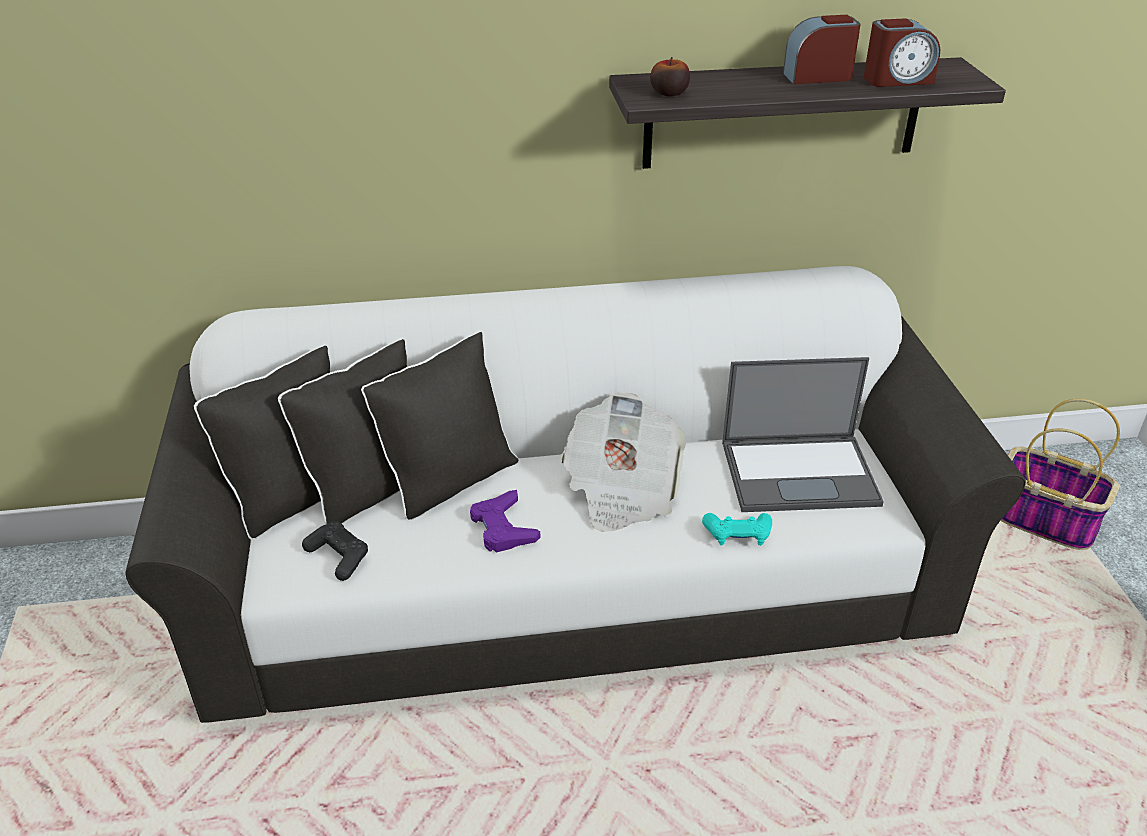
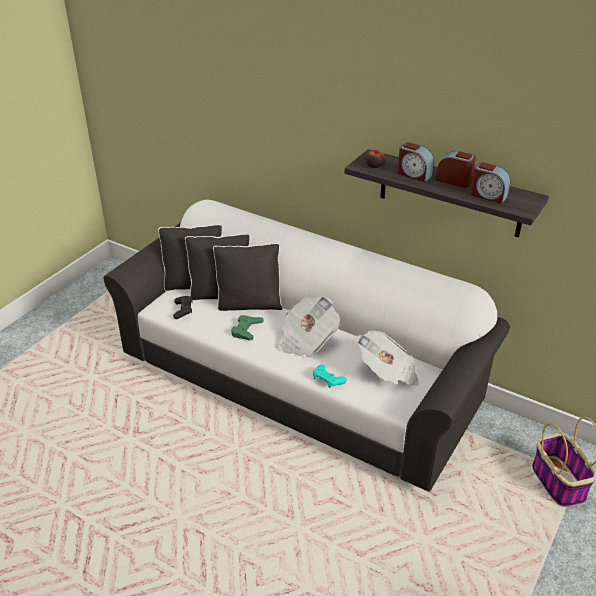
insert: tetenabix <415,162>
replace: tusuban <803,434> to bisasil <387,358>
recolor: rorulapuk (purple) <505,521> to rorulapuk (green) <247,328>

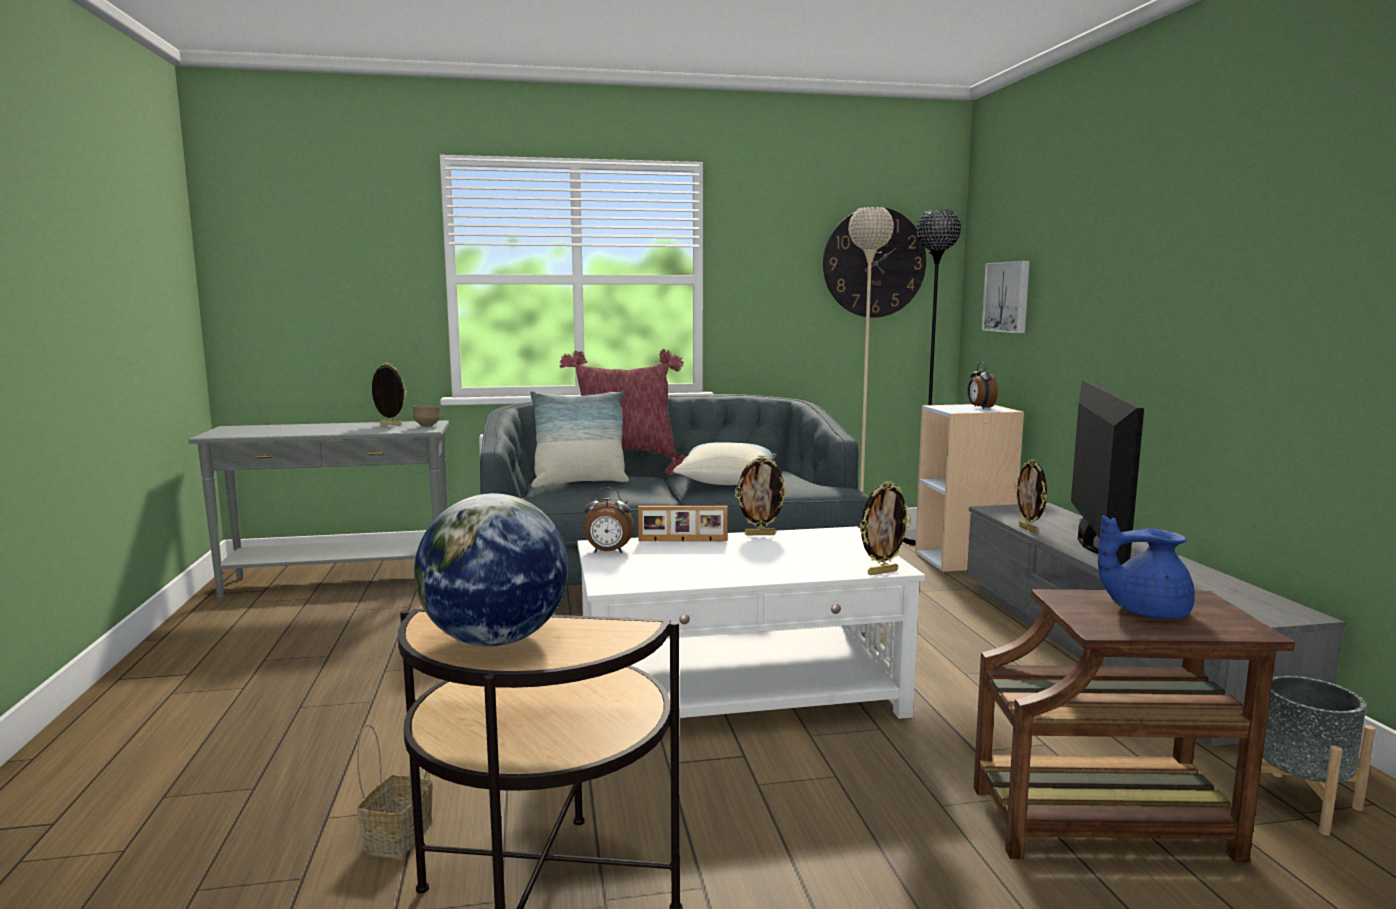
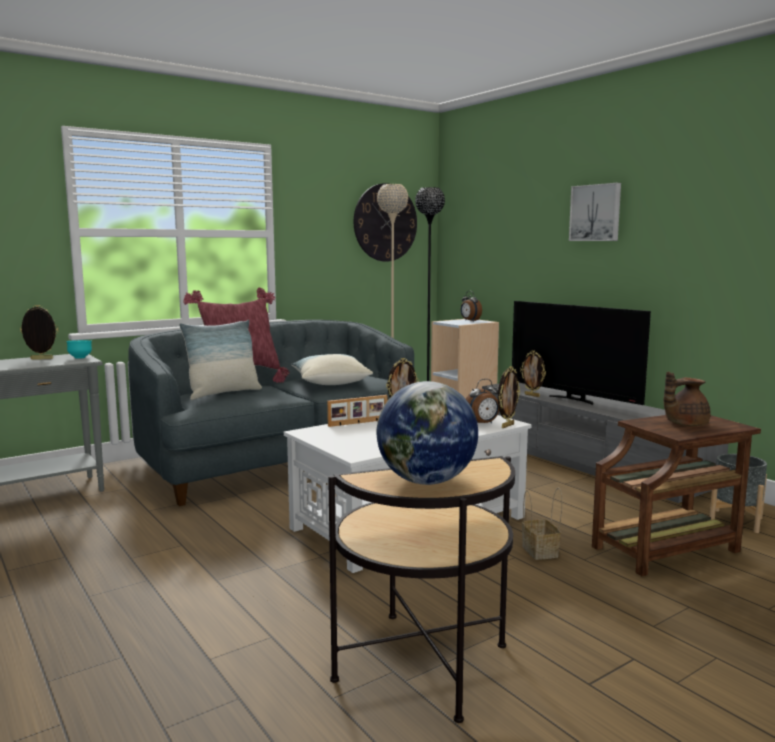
move: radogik <395,790> to <542,523>; tetenabix <609,520> to <482,401>; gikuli <1006,297> to <595,212>
recolor: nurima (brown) <426,416> to nurima (turquoise) <79,349>; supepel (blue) <1146,567> to supepel (brown) <687,399>
rotate: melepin <1107,472> = <581,353> 150 degrees clockwise

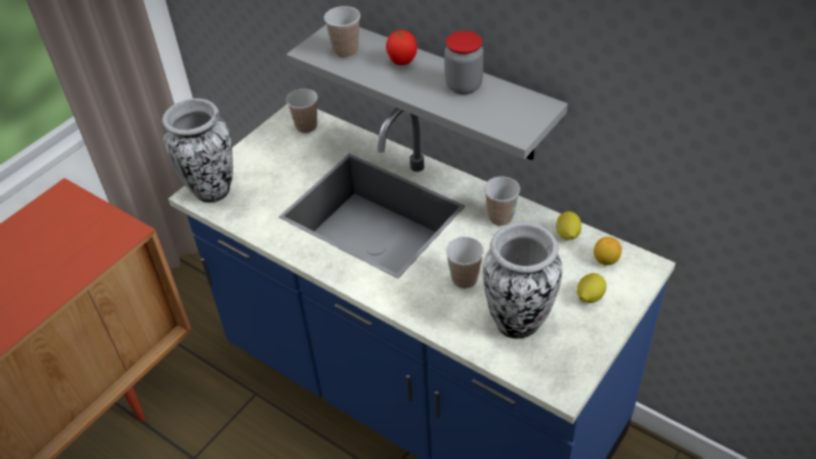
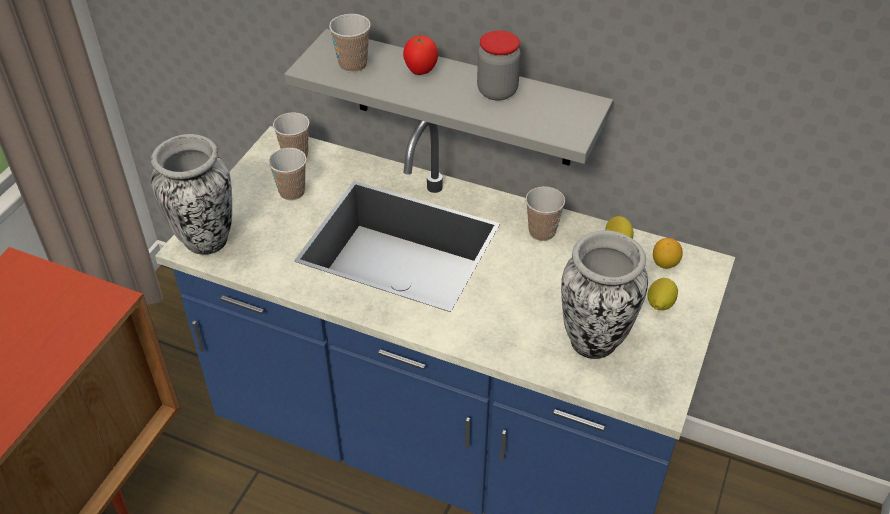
move: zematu <465,262> to <287,174>

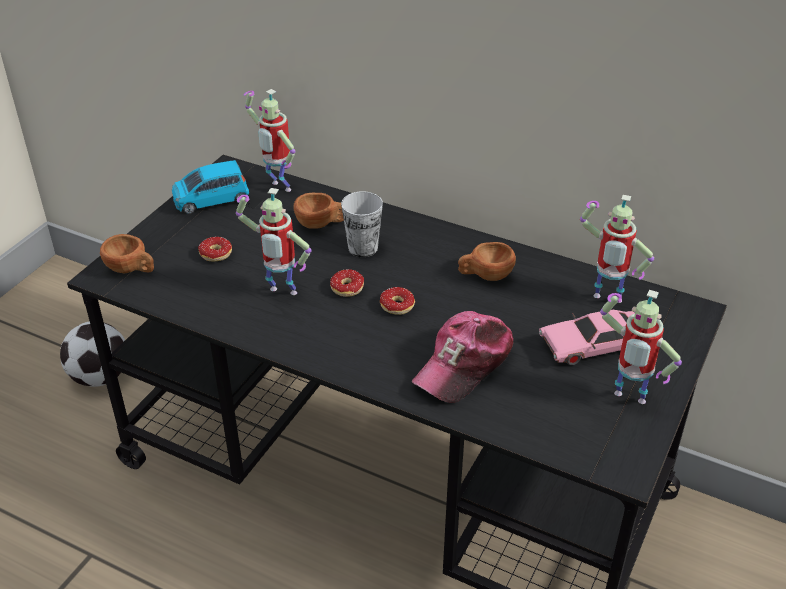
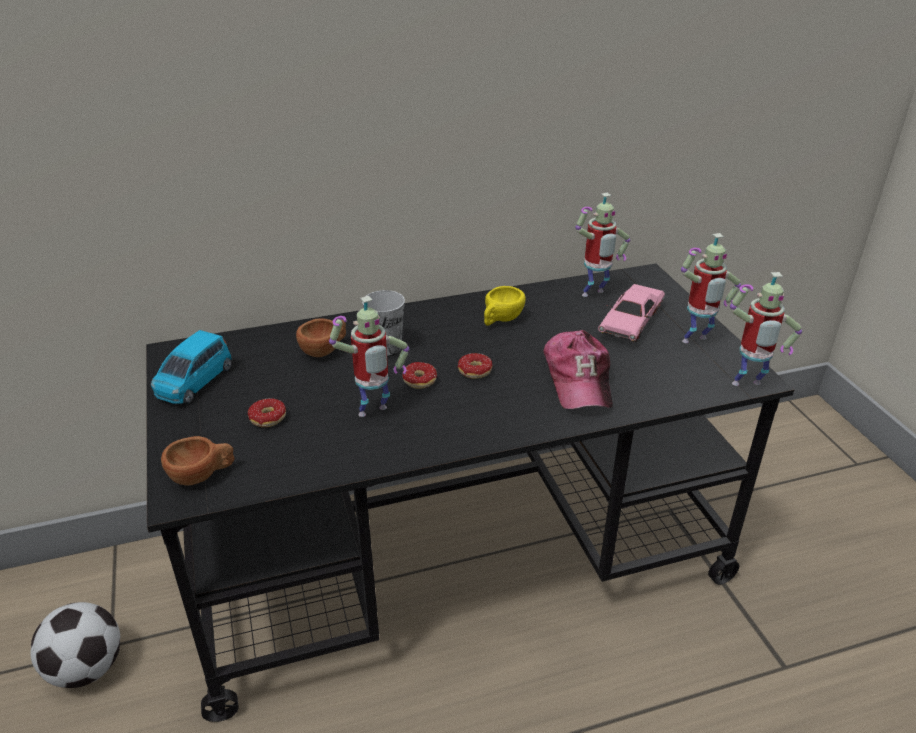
move: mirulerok <270,140> to <766,329>
recolor: zematu (brown) <487,261> to zematu (yellow) <505,306>

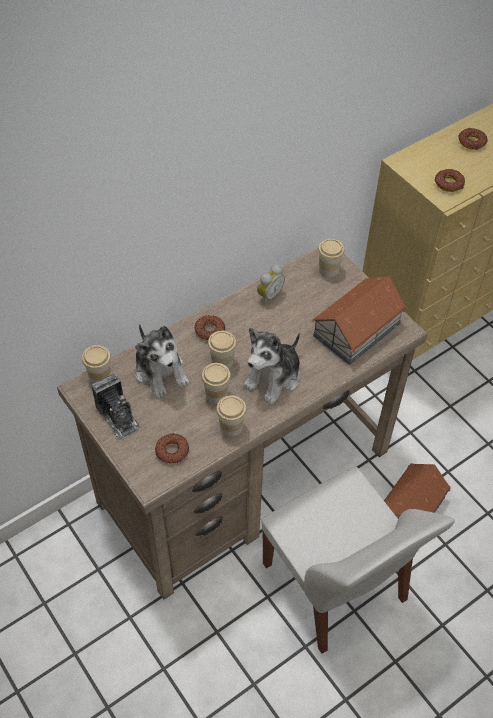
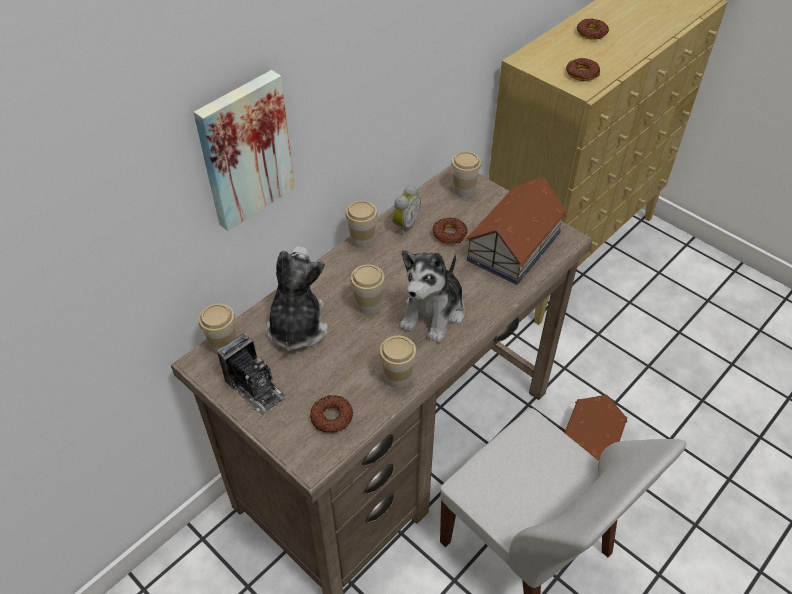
insert: gikuli <244,150>
move: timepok <209,327> to <450,231>; zematu <216,383> to <361,224>
rotate: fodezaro <162,361> = <297,298> 135 degrees counterclockwise

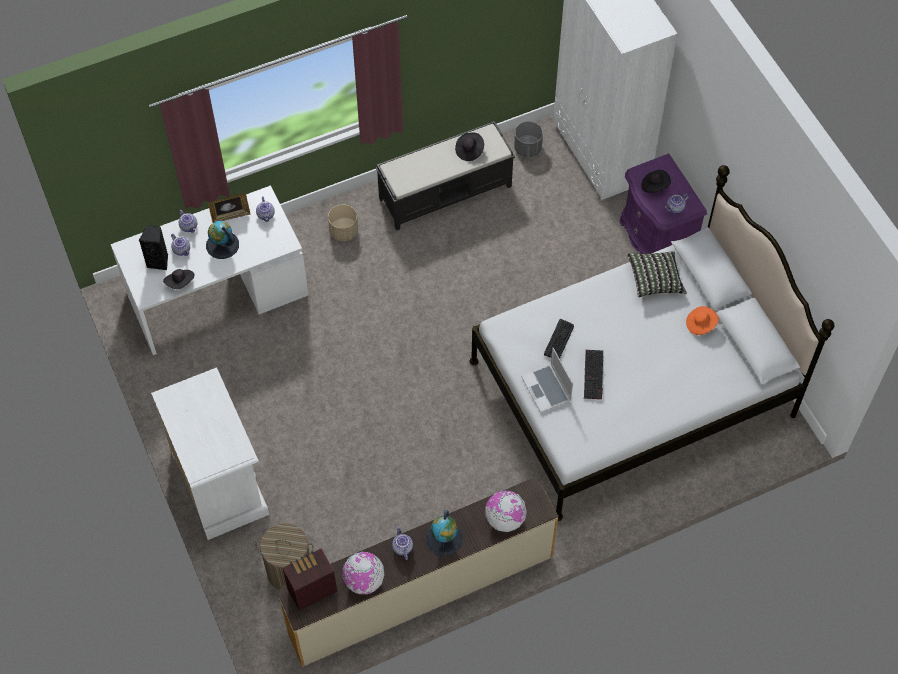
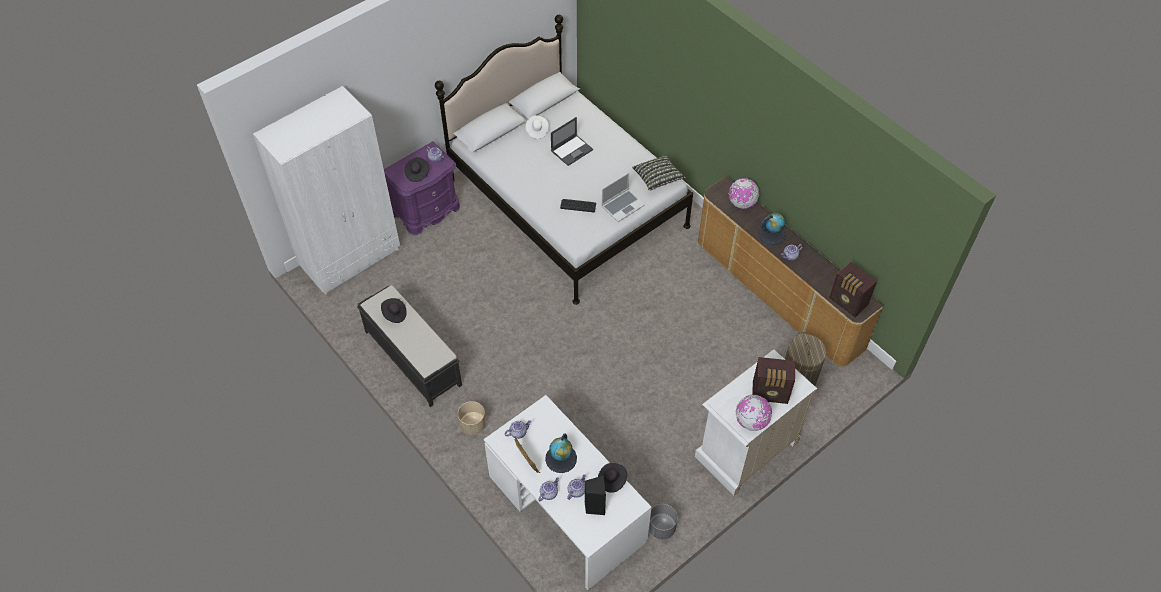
delete: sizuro <594,375>
insert: tusuban <572,141>; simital <773,380>
move: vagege <363,573> to <754,413>; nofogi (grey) <528,139> to <663,521>; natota <656,274> to <659,173>
recolor: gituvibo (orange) <702,320> to gituvibo (white) <537,127>

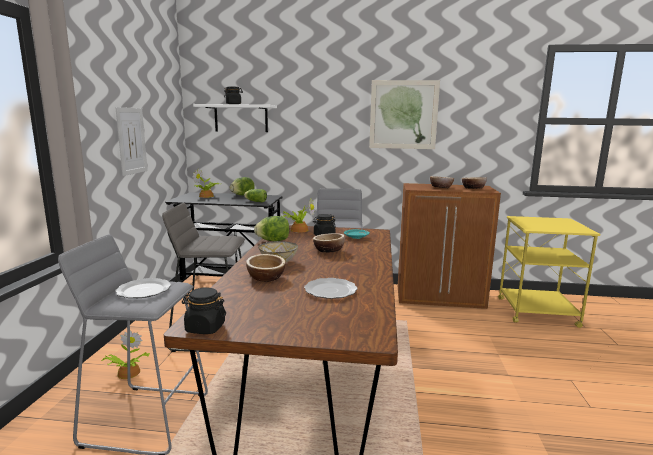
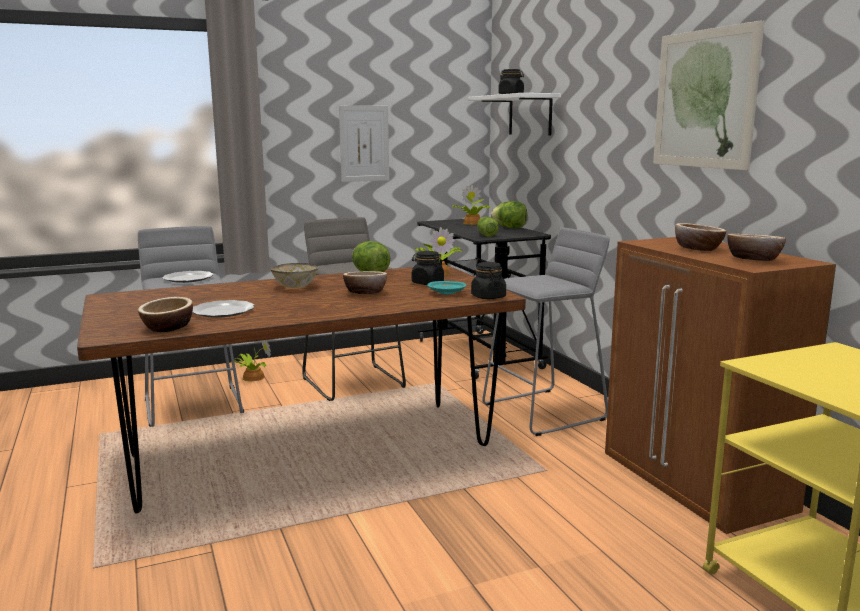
move: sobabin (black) <204,310> to <488,280>; nurima <266,268> to <165,314>

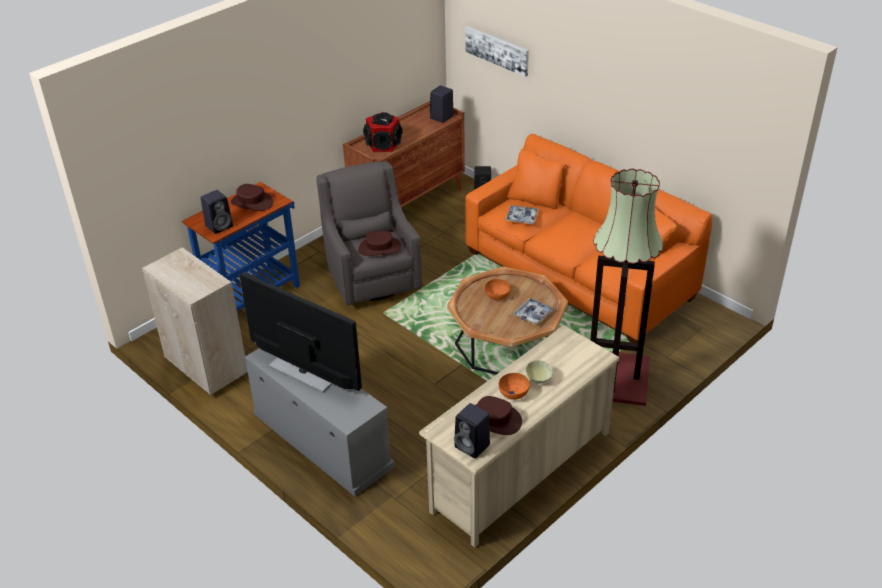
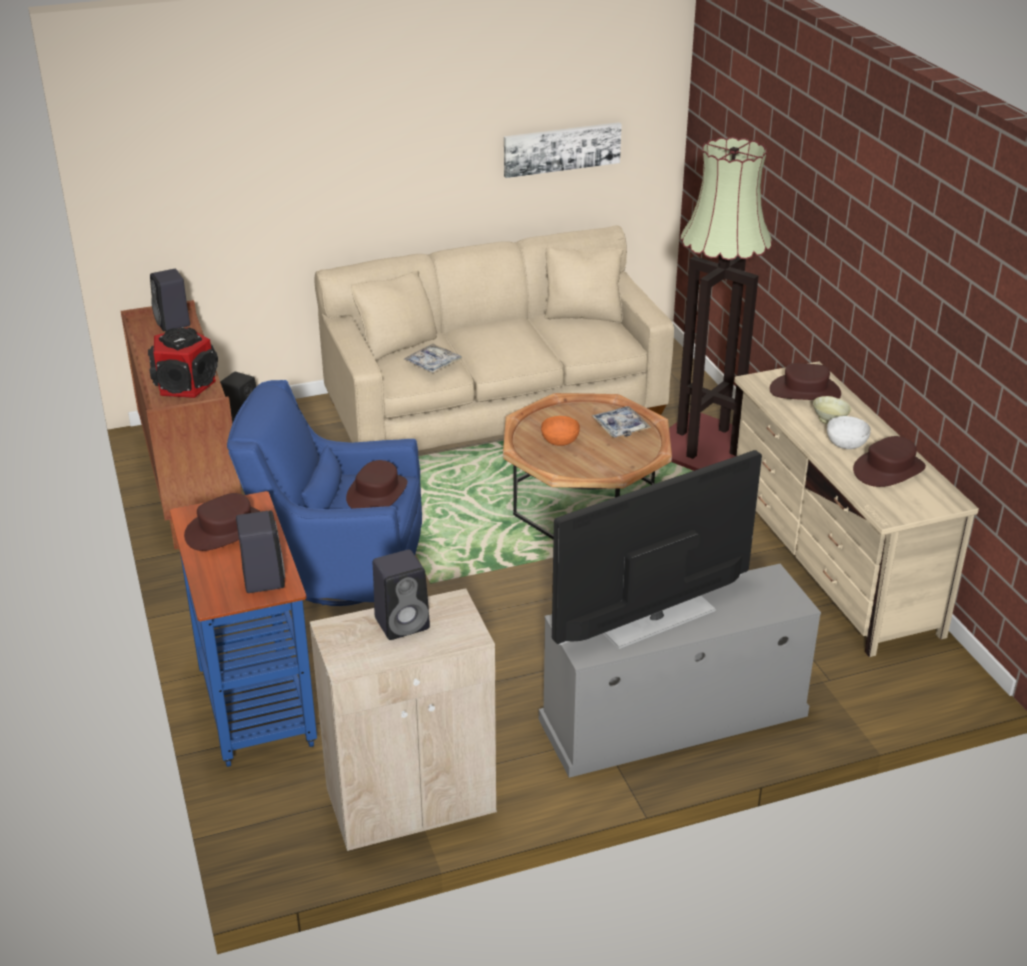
insert: gituvibo (brown) <805,381>
move: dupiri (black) <472,430> to <401,595>; gikuli <497,51> to <563,150>
recolor: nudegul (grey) <369,233> to nudegul (blue) <324,493>; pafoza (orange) <588,238> to pafoza (beige) <494,338>; nurima (orange) <514,386> to nurima (white) <849,432>

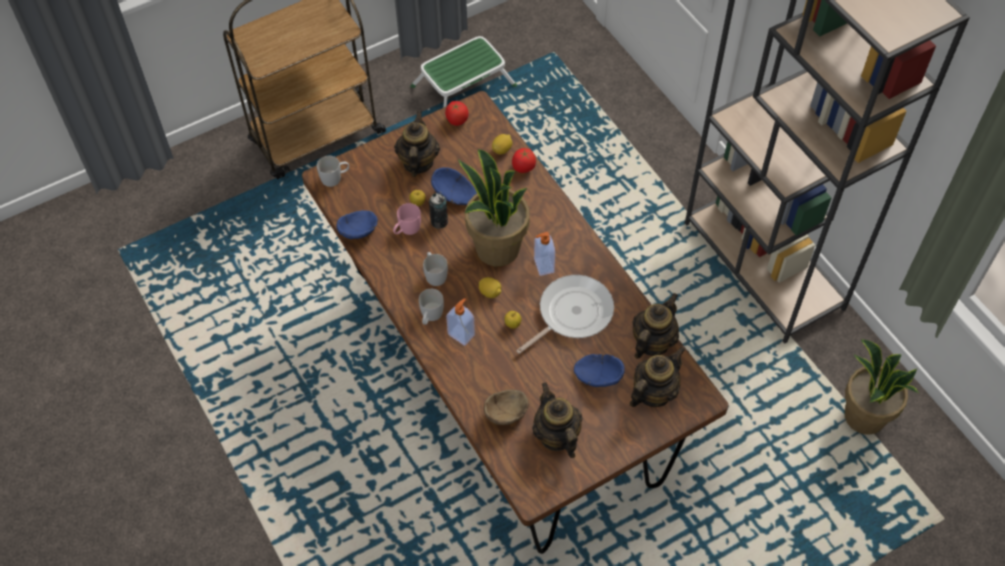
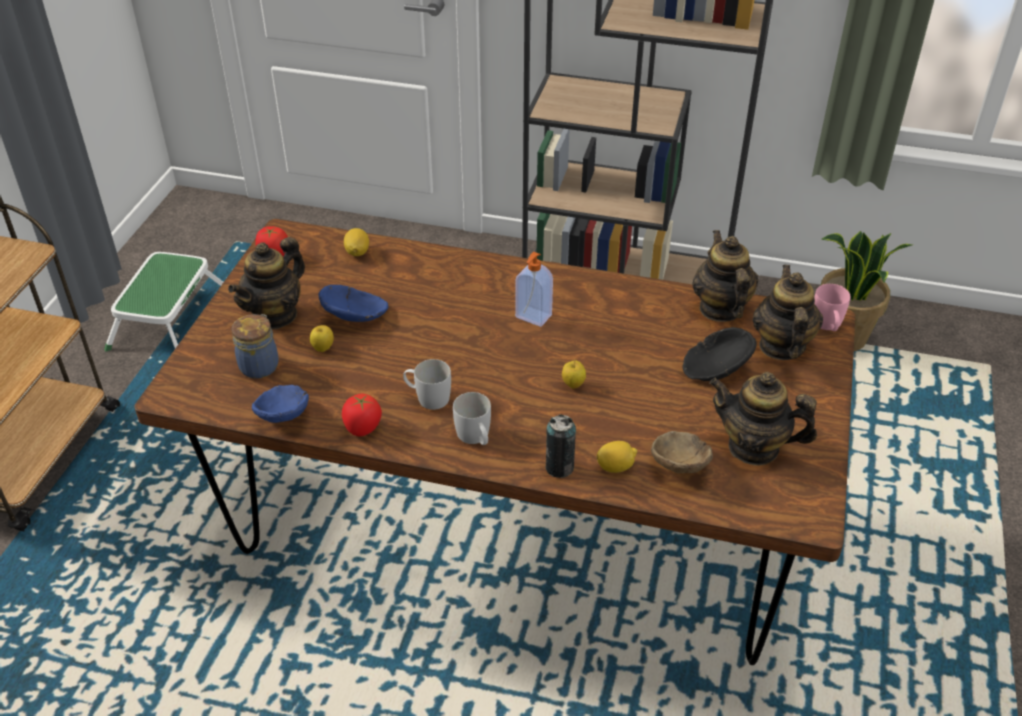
delete: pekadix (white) <333,171>; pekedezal <460,322>; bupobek <494,207>; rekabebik <565,314>
insert: sobabin <255,346>
move: pekadix (pink) <407,219> to <832,307>; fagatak <438,211> to <561,446>; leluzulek <490,287> to <616,457>; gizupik <524,160> to <362,415>
recolor: nurima (blue) <599,370> to nurima (black) <719,354>
rotate: supepel <417,144> = <266,283> 105 degrees counterclockwise

